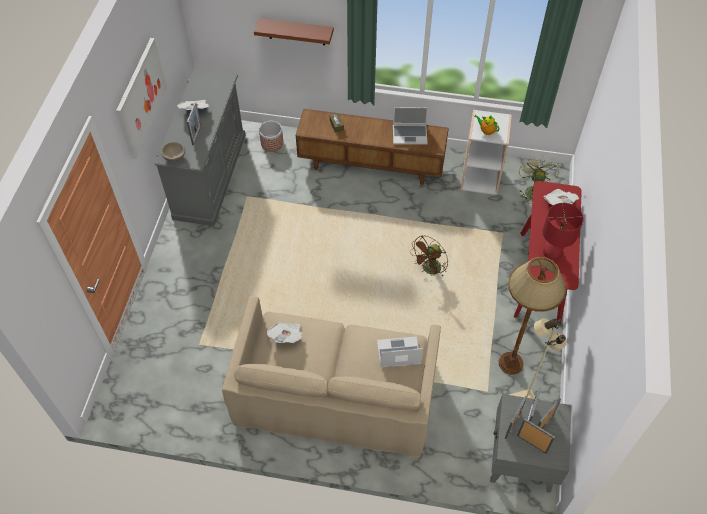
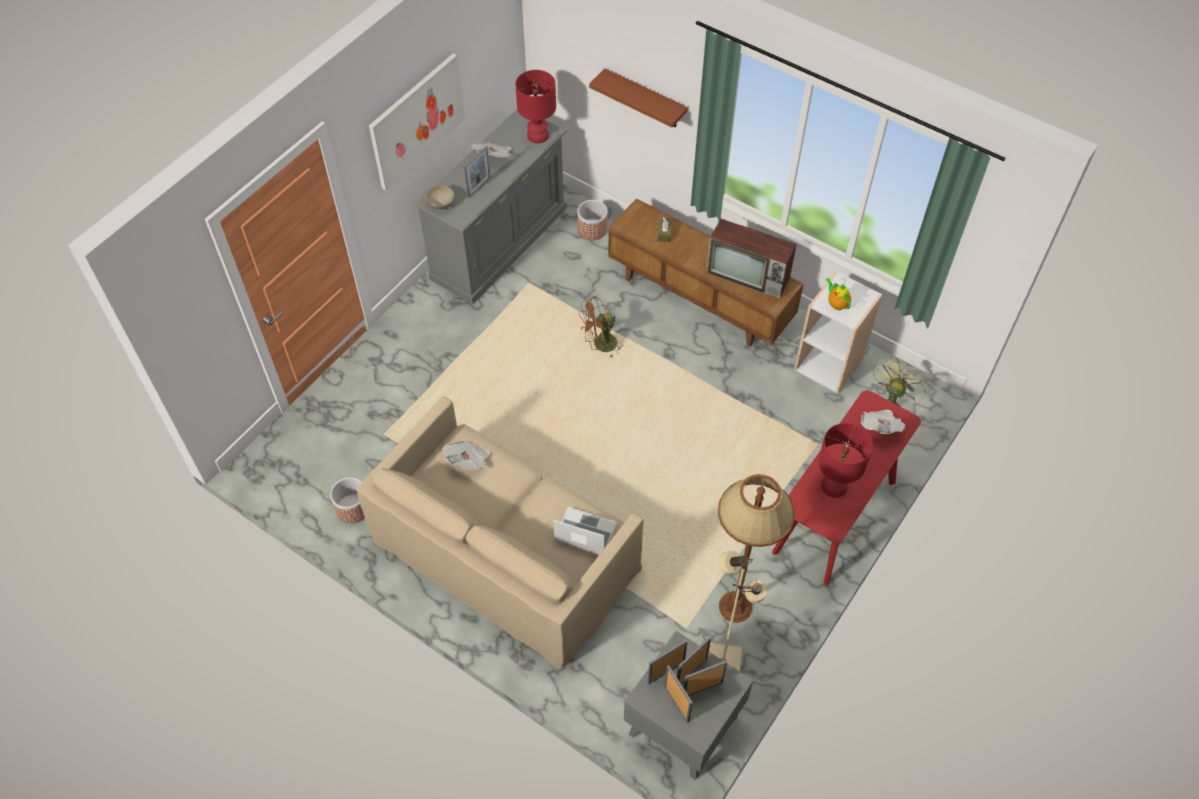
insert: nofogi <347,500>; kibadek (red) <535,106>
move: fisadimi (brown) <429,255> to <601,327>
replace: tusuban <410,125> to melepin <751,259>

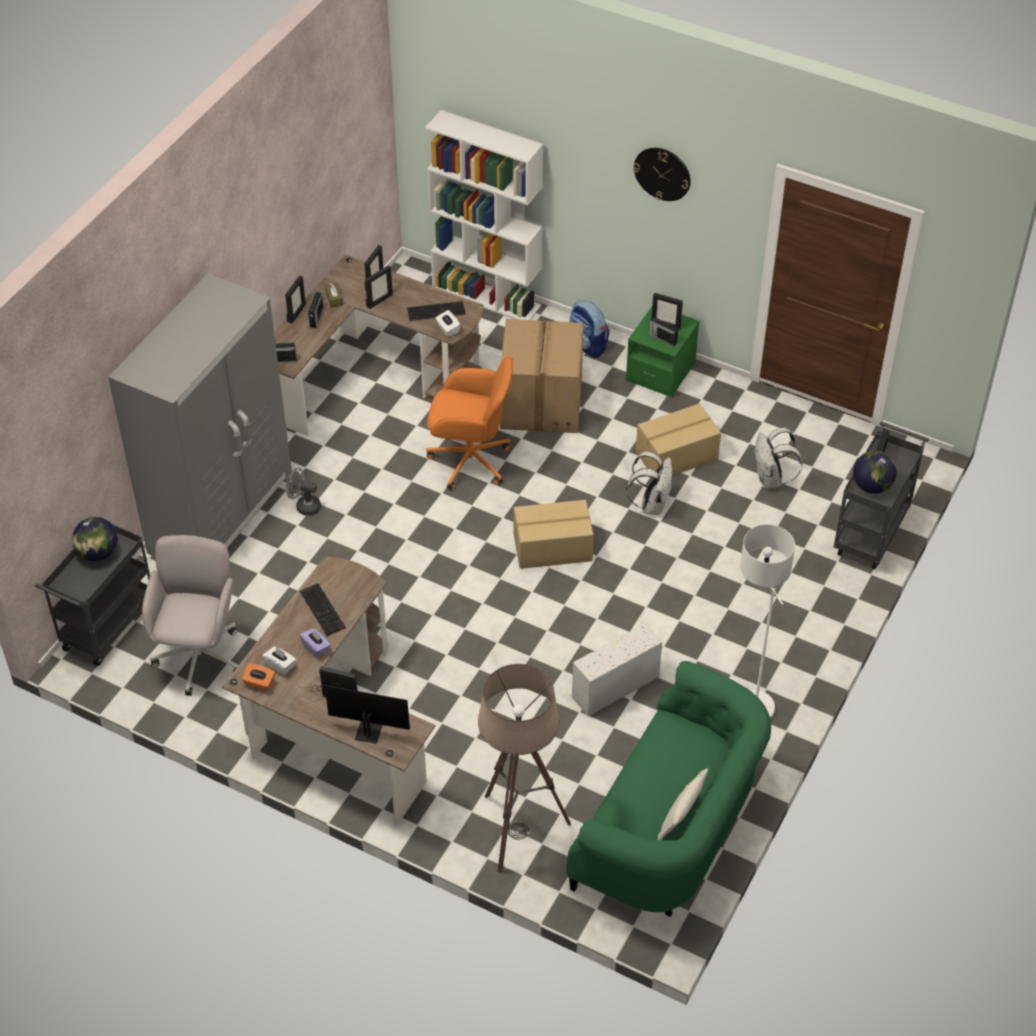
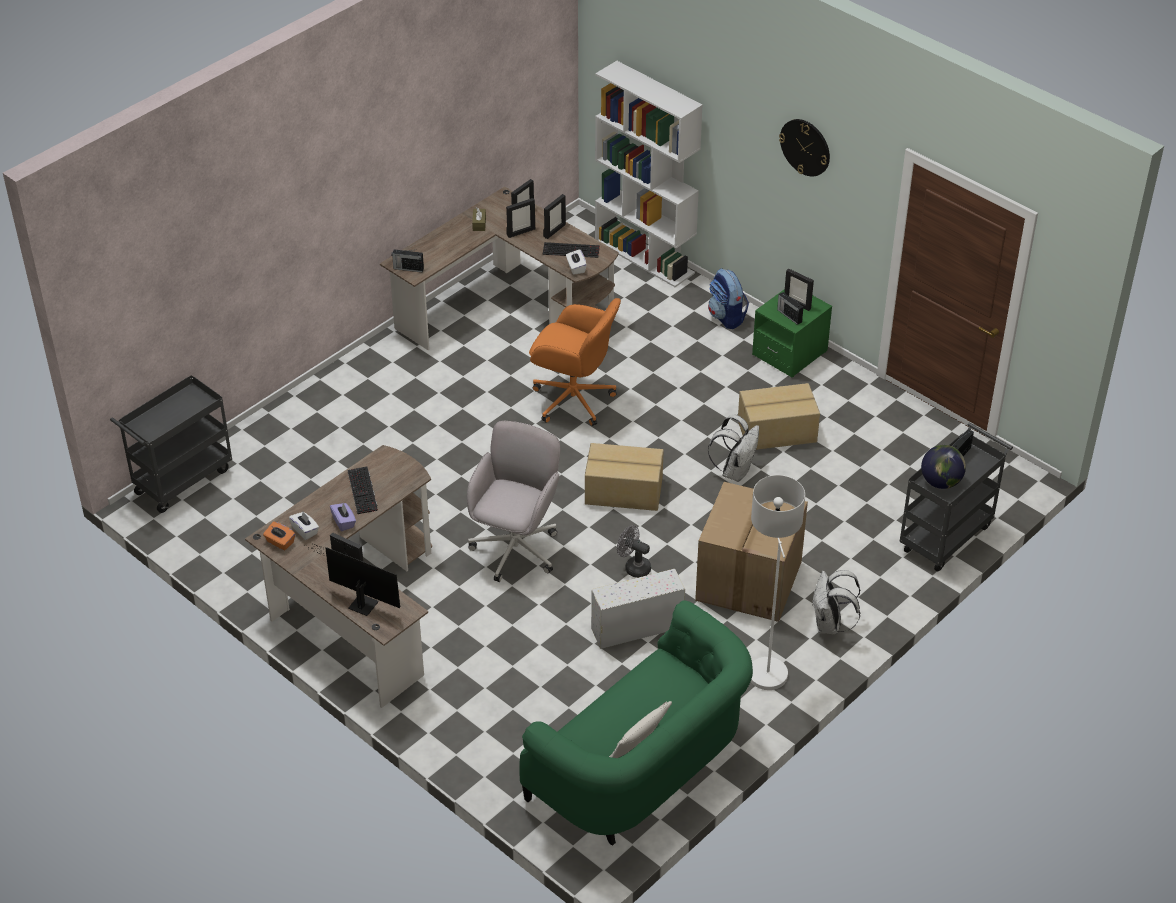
delete: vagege <95,539>; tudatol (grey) <200,414>; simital <315,310>; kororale <524,768>
move: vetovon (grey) <190,615> to <513,501>; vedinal <295,299> to <554,216>; fisadimi (grey) <303,492> to <634,551>; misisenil <542,376> to <751,552>; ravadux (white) <779,458> to <837,602>

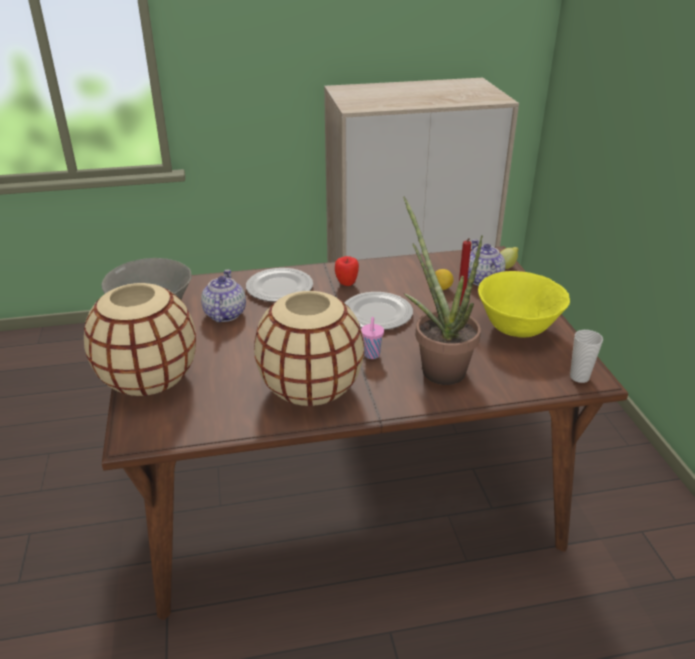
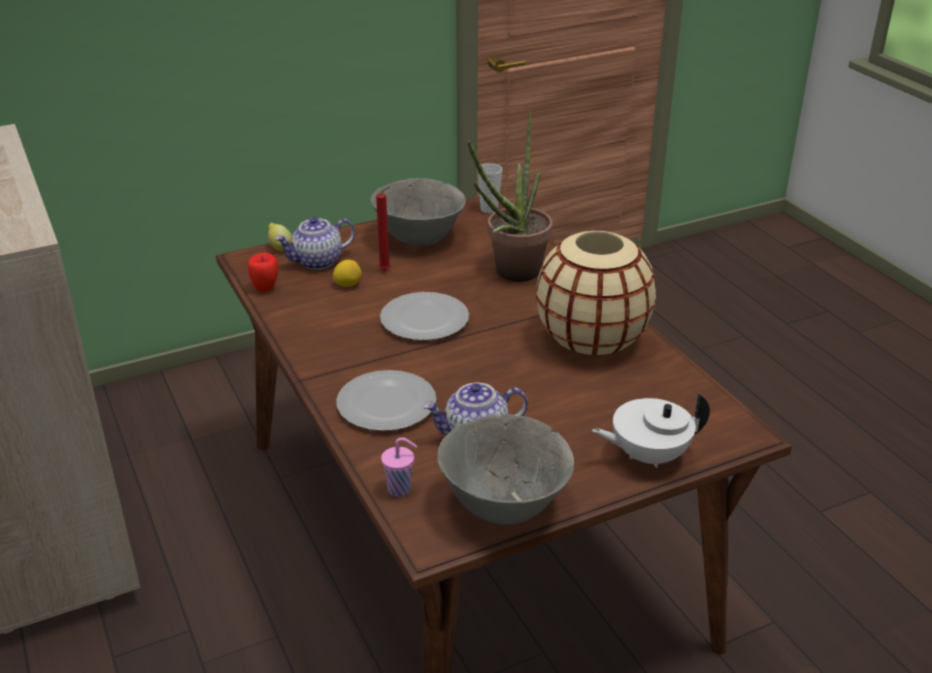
move: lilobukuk <347,271> to <263,272>; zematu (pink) <372,338> to <399,467>
replace: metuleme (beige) <140,339> to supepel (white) <651,430>
recolor: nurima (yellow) <524,304> to nurima (grey) <418,212>

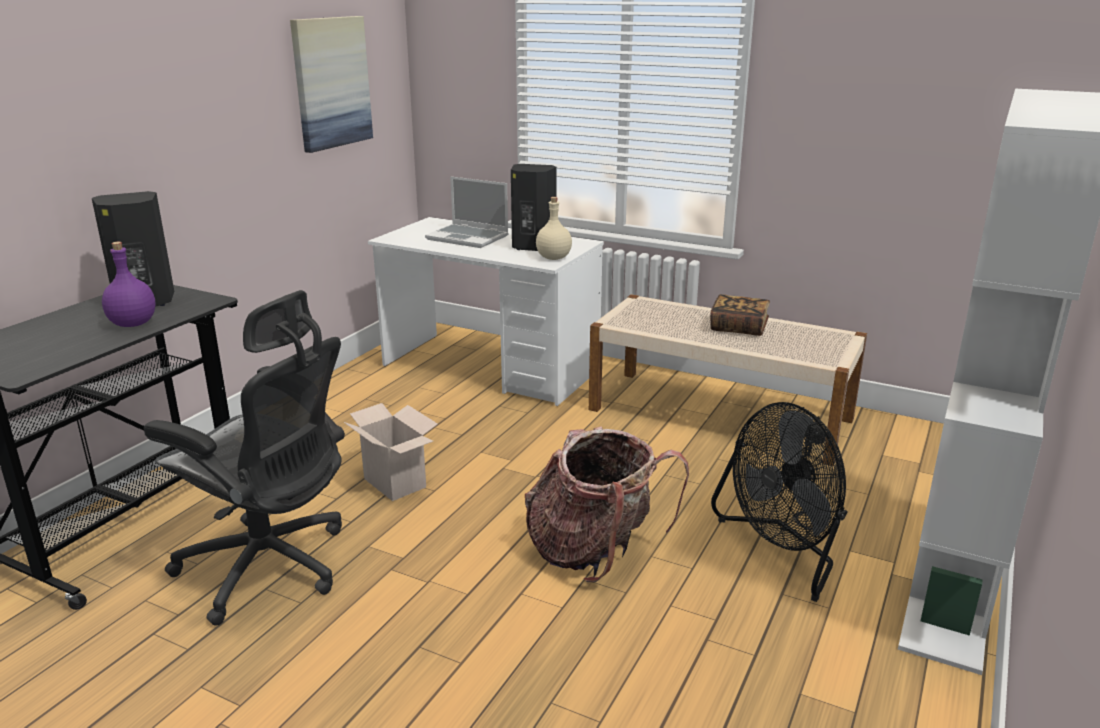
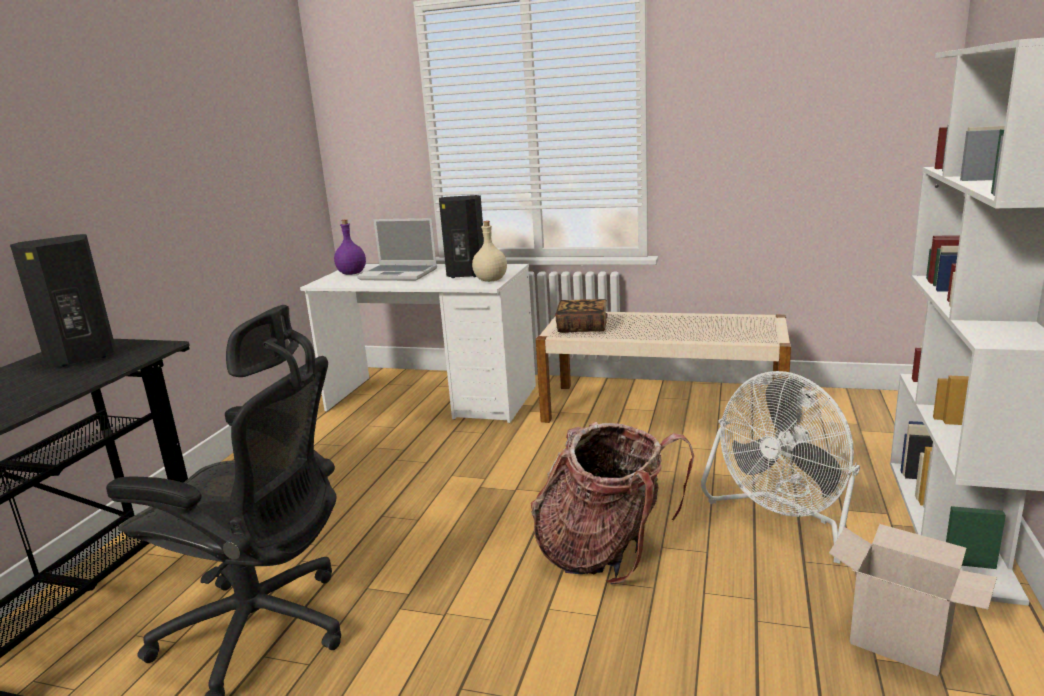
delete: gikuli <331,84>
move: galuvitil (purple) <129,284> to <350,247>; misisenil <391,452> to <913,600>; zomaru <740,315> to <581,316>
recolor: fisadimi (black) <779,502> to fisadimi (white) <780,467>

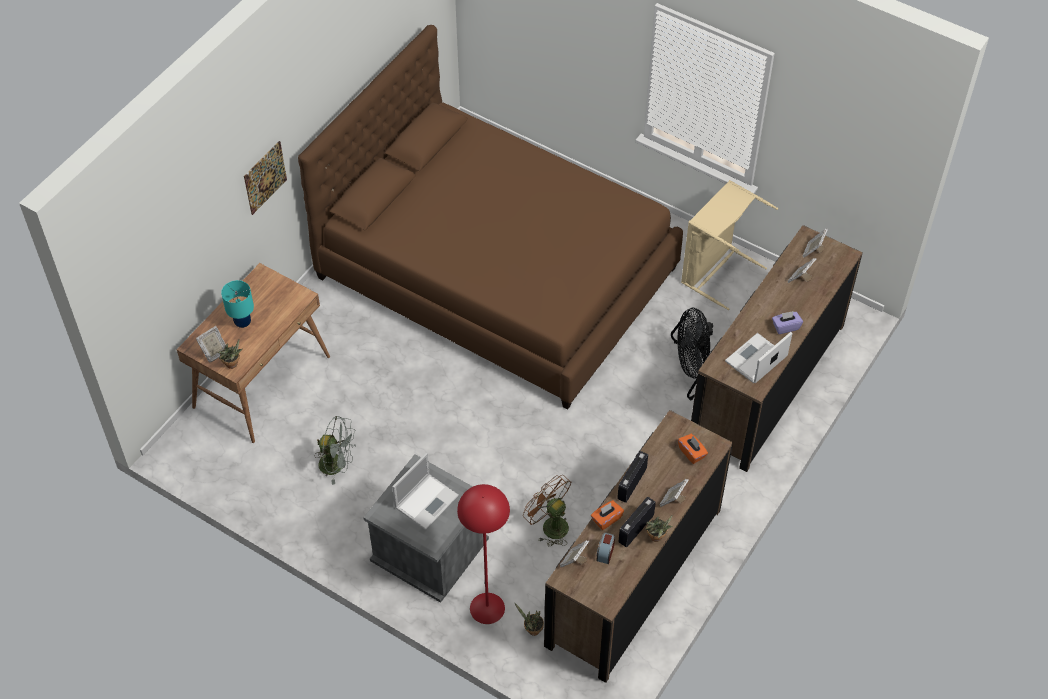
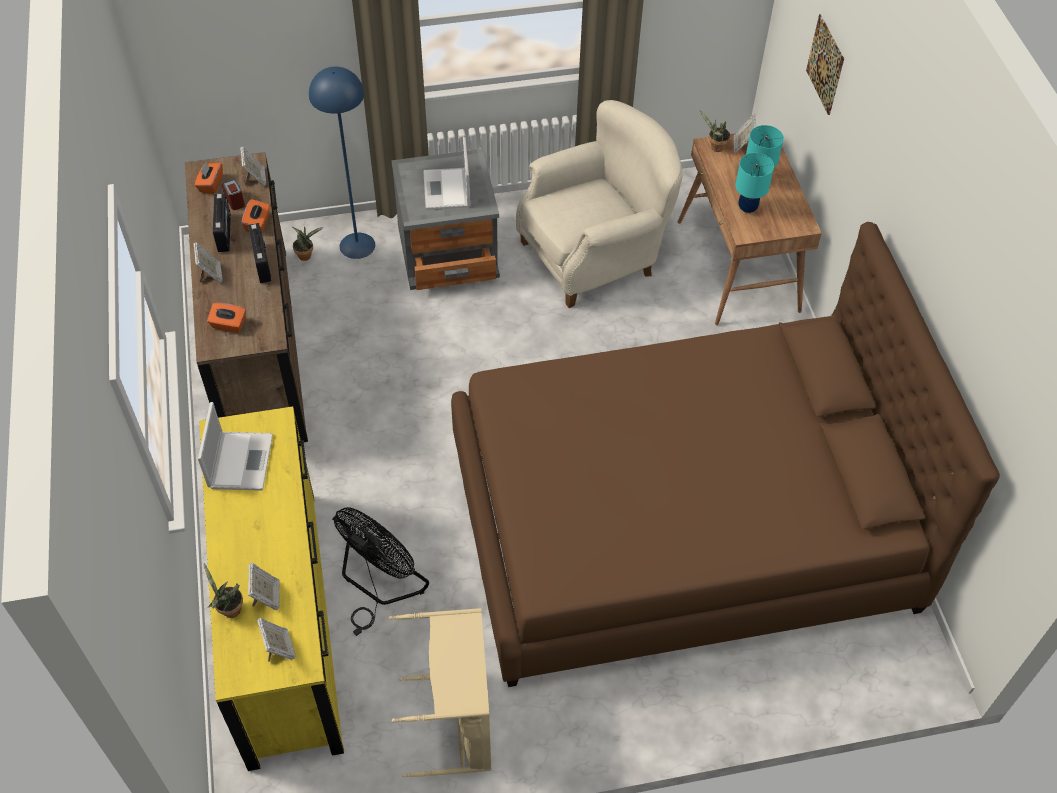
delete: fisadimi (brown) <547,510>; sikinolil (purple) <787,322>
insert: sikinolil (orange) <209,178>; kibadek (turquoise) <754,183>
move: gikuli <265,178> to <825,64>; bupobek <658,528> to <223,590>
replace: fisadimi (grey) <335,450> to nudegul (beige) <599,204>
recolor: kororale (red) <483,554> to kororale (blue) <342,163>; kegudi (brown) <777,348> to kegudi (yellow) <271,588>

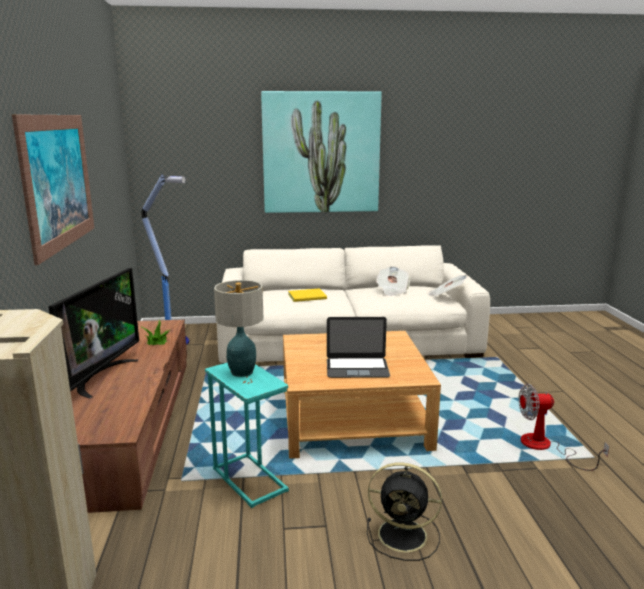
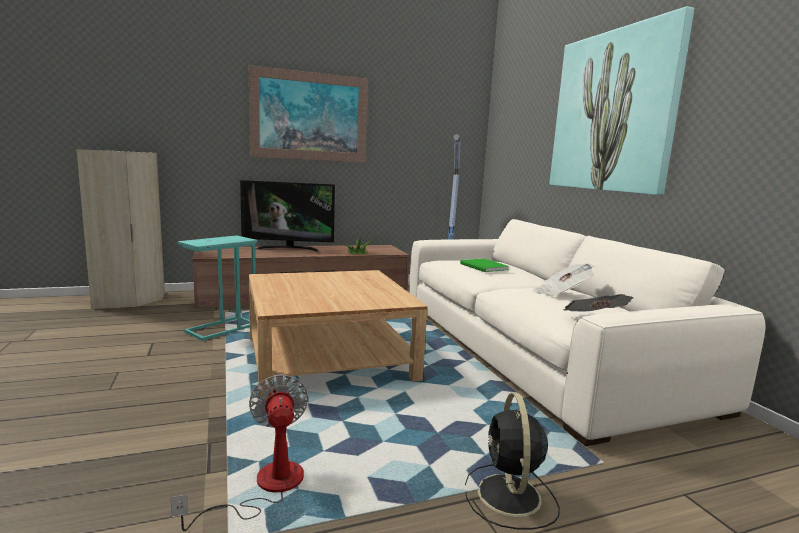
delete: kibadek <238,328>; tusuban <358,347>
move: fisadimi (black) <404,511> to <512,461>
recolor: zomaru (yellow) <307,295> to zomaru (green) <484,265>

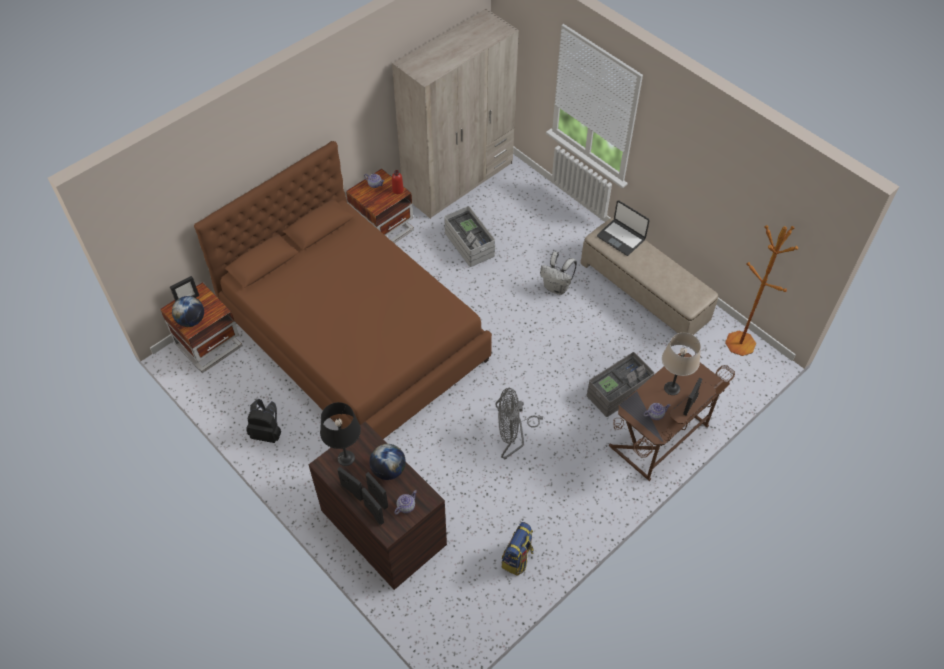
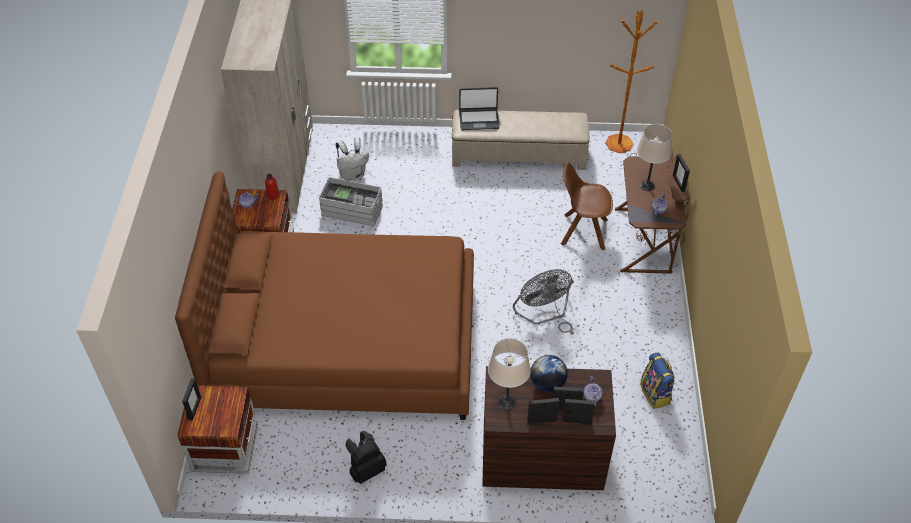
delete: vagege <188,311>
move: ravadux (white) <558,273> to <352,159>
replace: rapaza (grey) <620,384> to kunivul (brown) <587,206>
recolor: kibadek (black) <340,434> to kibadek (beige) <509,374>
rotate: fisadimi (grey) <519,423> = <543,302> 120 degrees clockwise

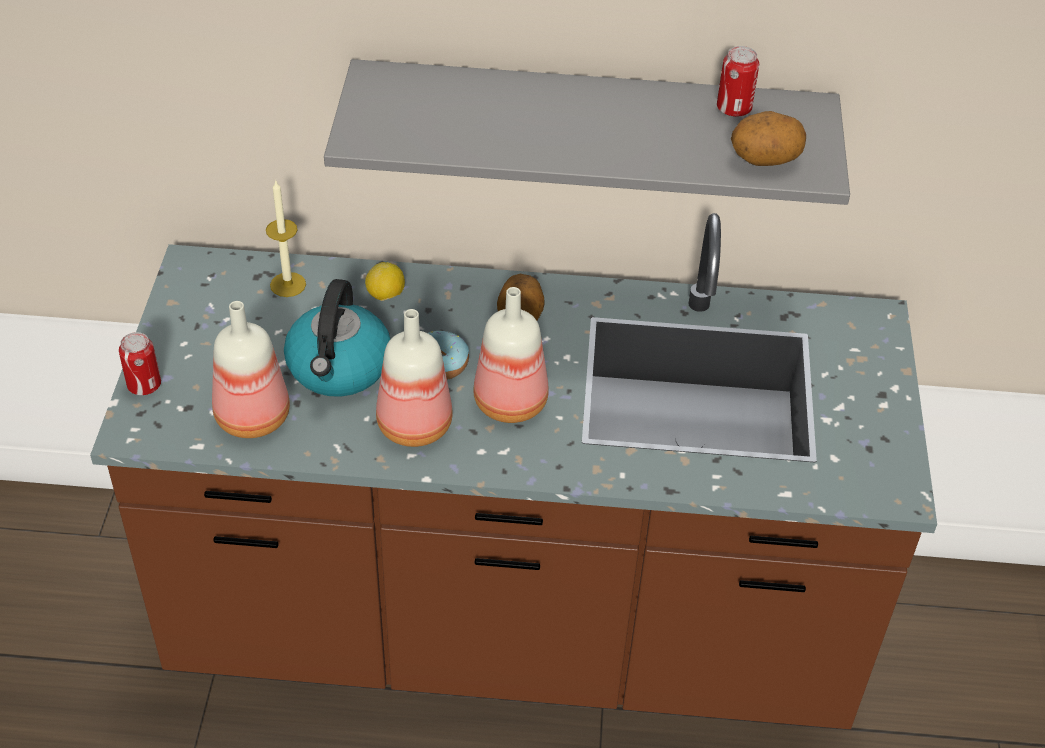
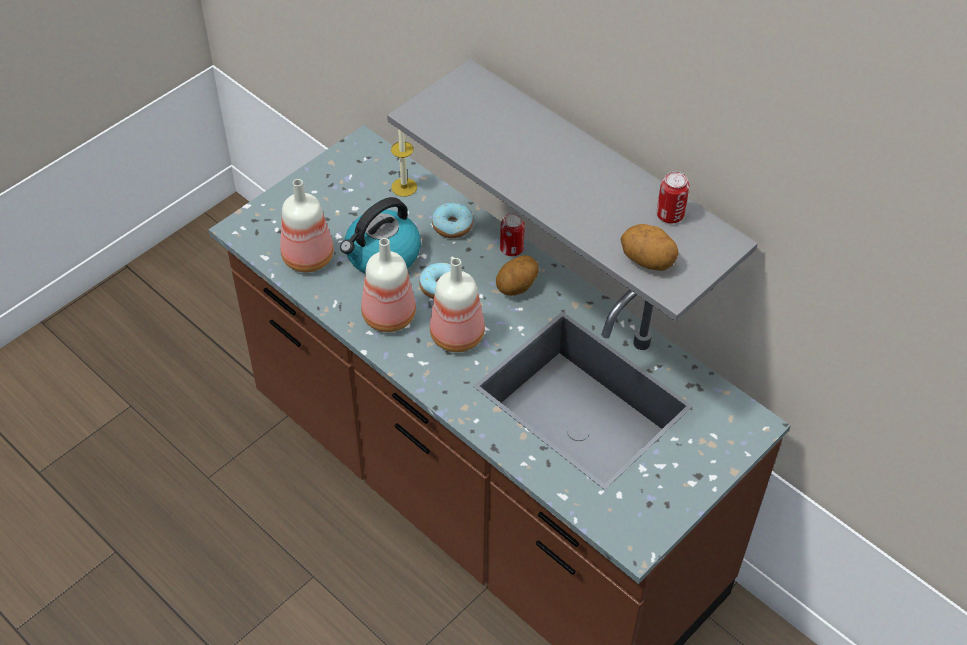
move: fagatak <140,363> to <512,234>
replace: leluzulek <385,281> to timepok <452,220>

